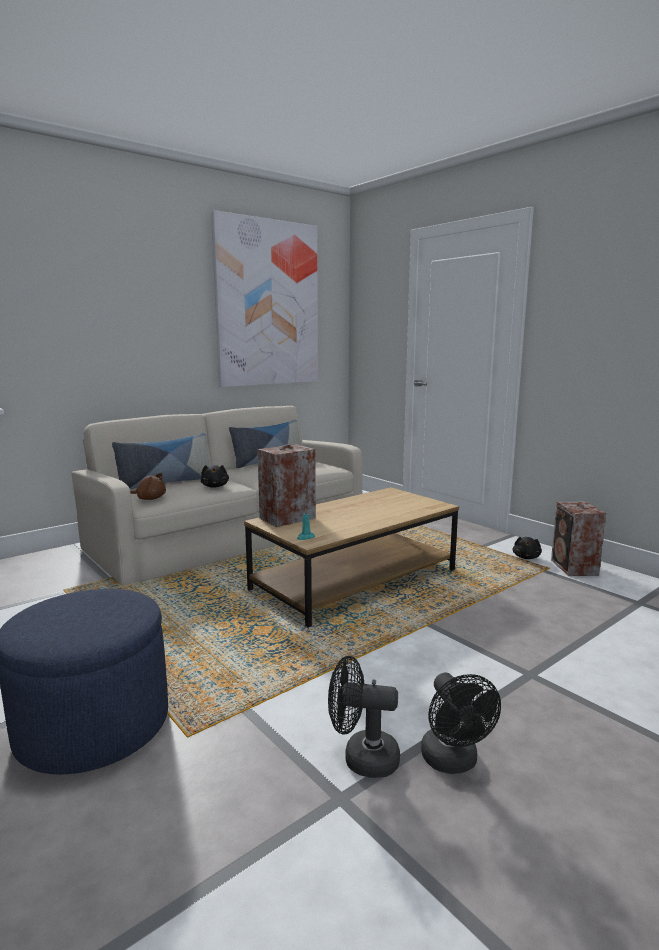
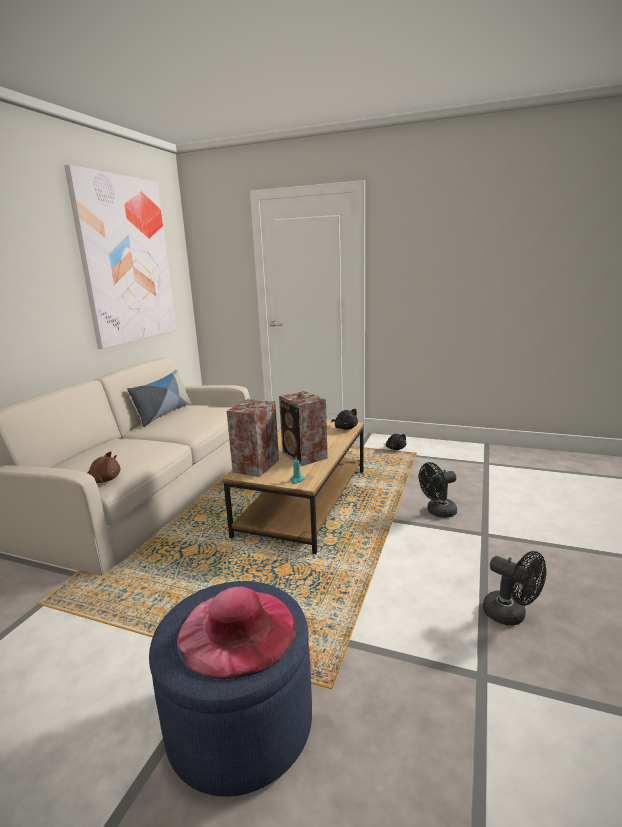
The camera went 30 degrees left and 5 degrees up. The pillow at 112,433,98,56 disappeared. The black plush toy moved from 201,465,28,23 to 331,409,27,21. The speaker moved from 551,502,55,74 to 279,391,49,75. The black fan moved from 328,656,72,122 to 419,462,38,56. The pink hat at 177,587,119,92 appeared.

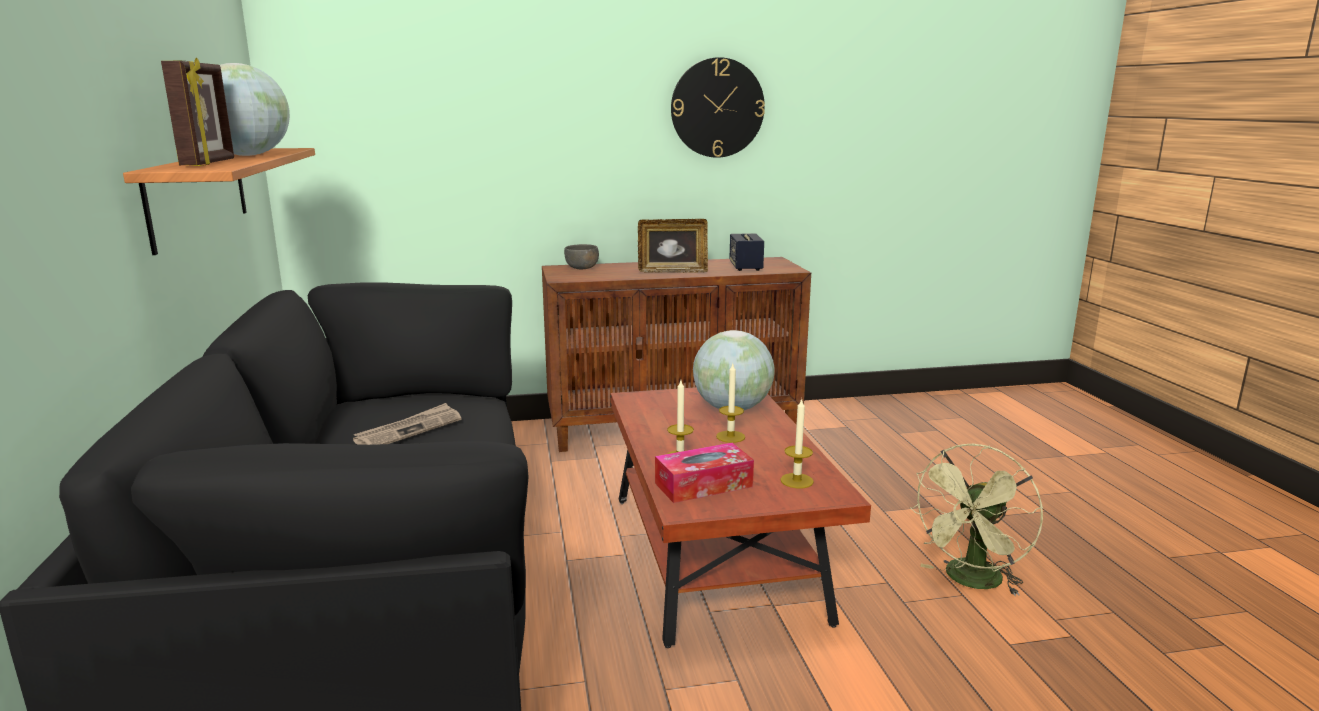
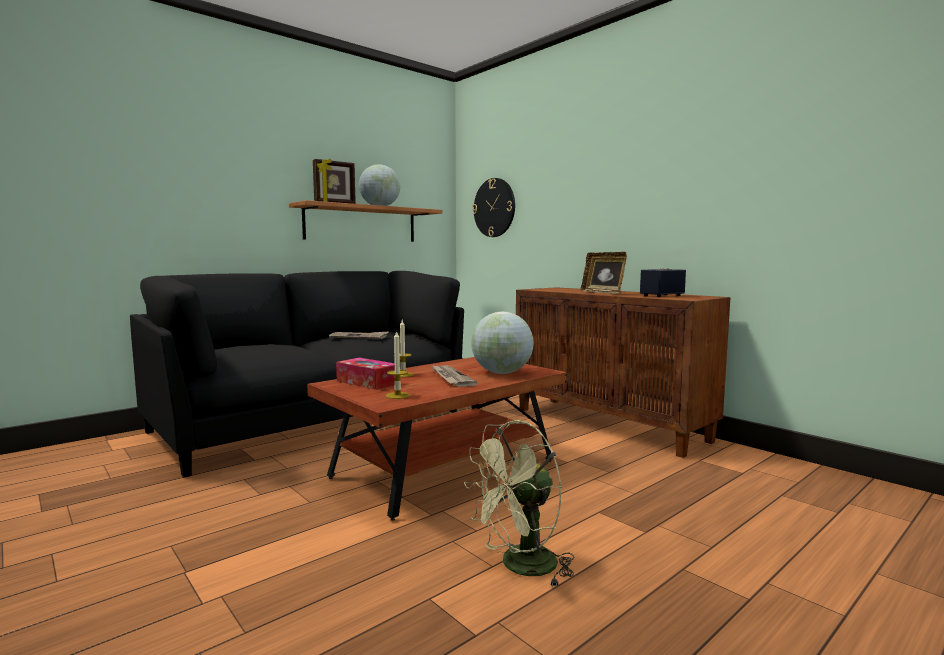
The camera went 60 degrees right and 10 degrees down. The wall clock moved from 671,57,94,101 to 472,178,43,59. The grey bowl at 564,244,35,25 disappeared. The candle at 716,364,29,79 was replaced by the newspaper at 432,365,46,22. The green fan at 909,444,134,152 turned 45 degrees counterclockwise.

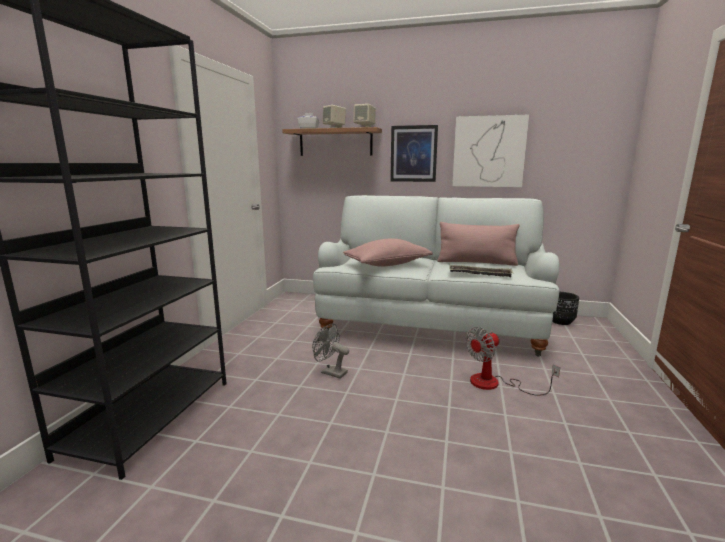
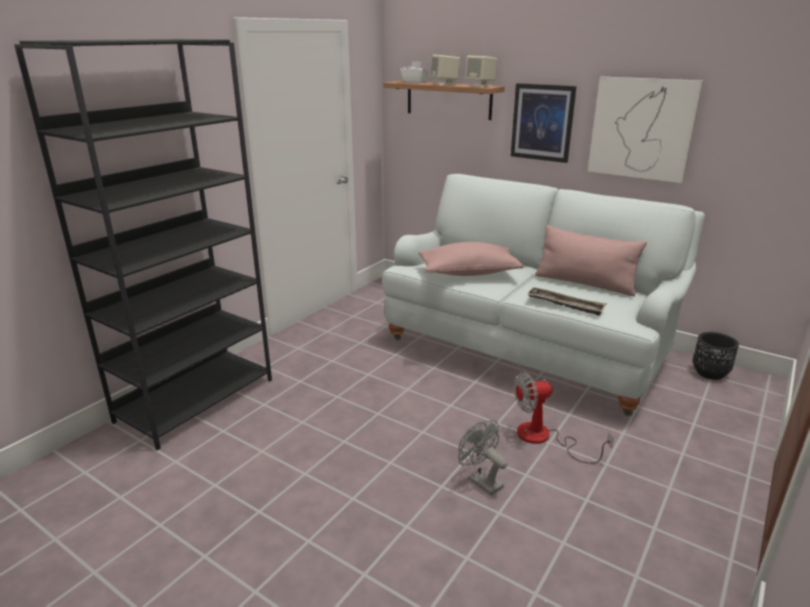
The camera went 20 degrees right and 10 degrees up. The grey fan moved from 312,323,37,56 to 459,420,49,76.

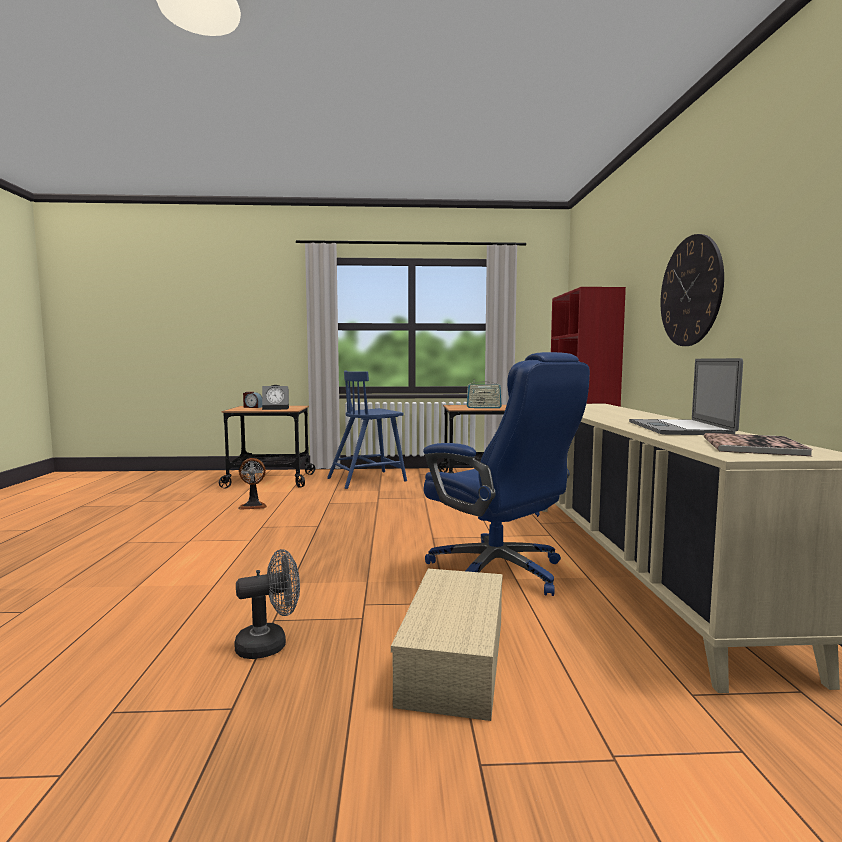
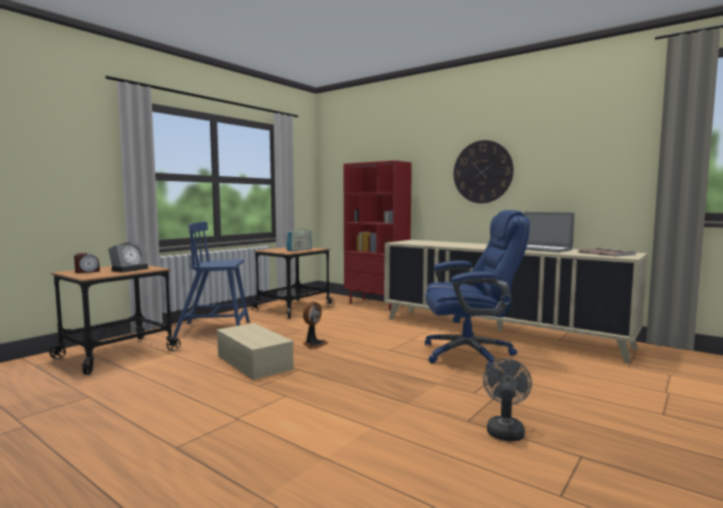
The camera went 50 degrees left and 0 degrees up. The blue chair at 327,371,80,118 turned 75 degrees clockwise. The fan moved from 238,458,29,52 to 303,301,25,48. The beige storage box moved from 391,569,112,152 to 216,323,78,57.

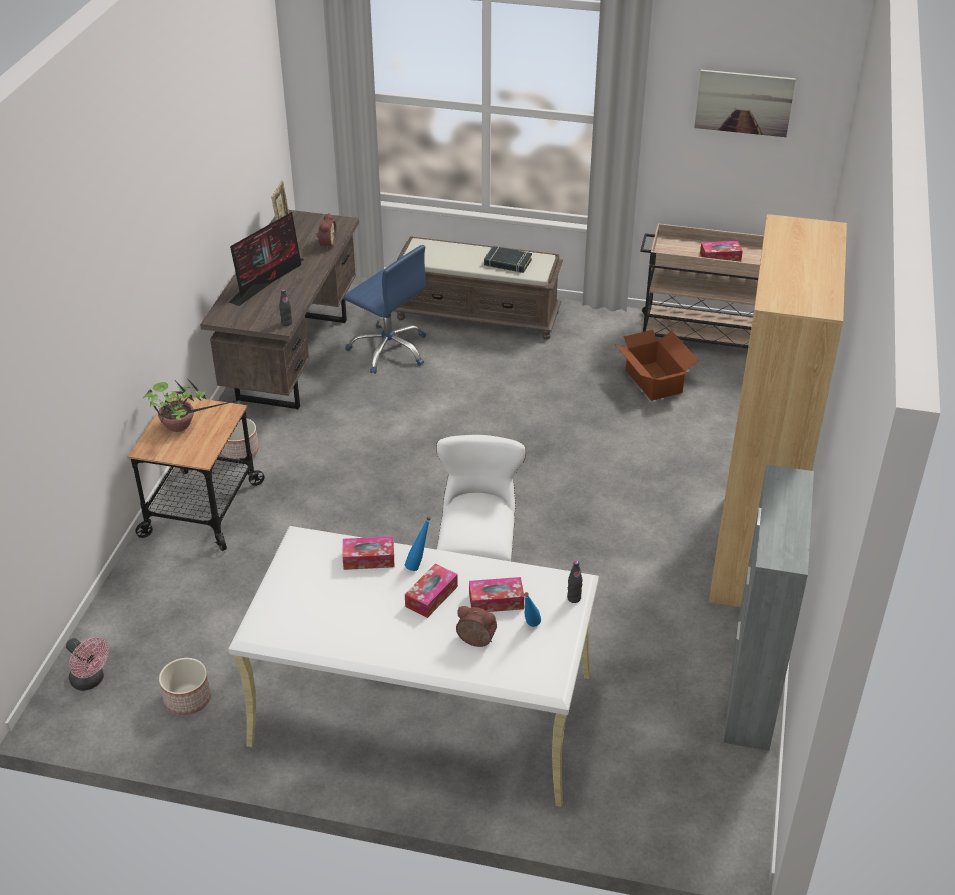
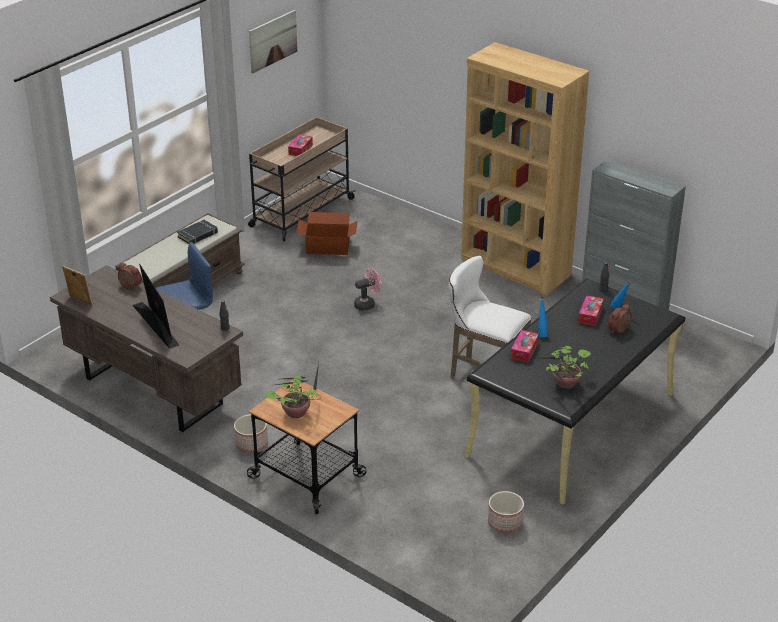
The camera went 65 degrees left and 5 degrees down. The white desk at 228,526,371,281 became the black desk at 465,278,220,226. The tissue box at 405,564,53,54 disappeared. The pink fan moved from 66,637,43,54 to 354,268,27,43. The potted plant at 534,346,58,52 appeared.

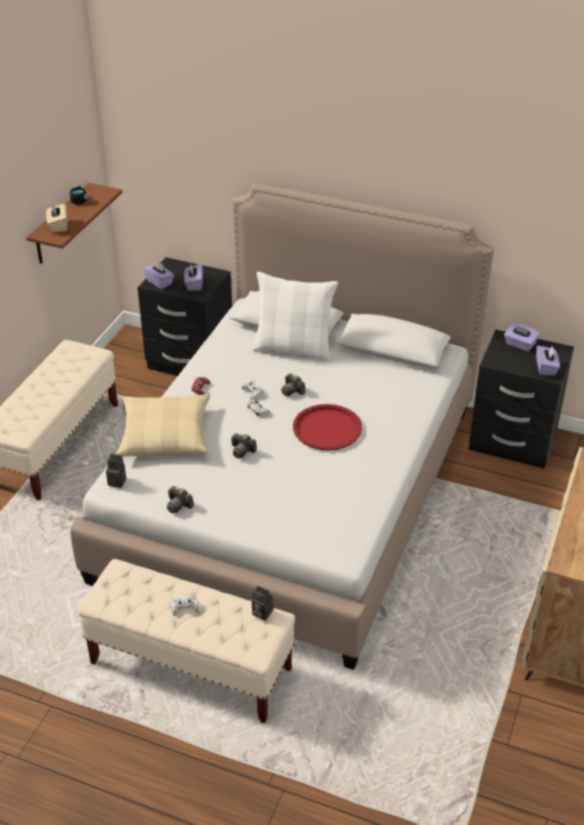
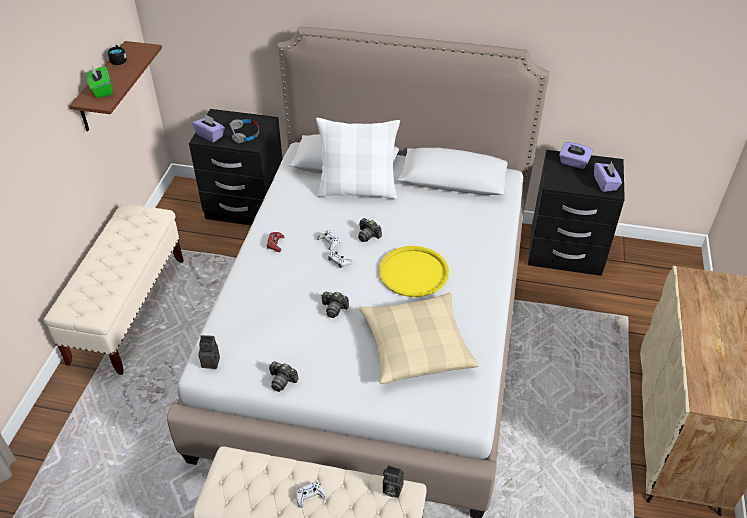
The camera went 10 degrees left and 5 degrees up. The beige tissue box at 46,202,21,31 became the green tissue box at 86,66,26,32. The purple tissue box at 184,263,19,28 was replaced by the grey headphones at 230,119,29,24. The beige pillow moved from 116,394,94,63 to 359,293,120,91. The red tray at 293,404,69,47 became the yellow tray at 379,246,70,51.

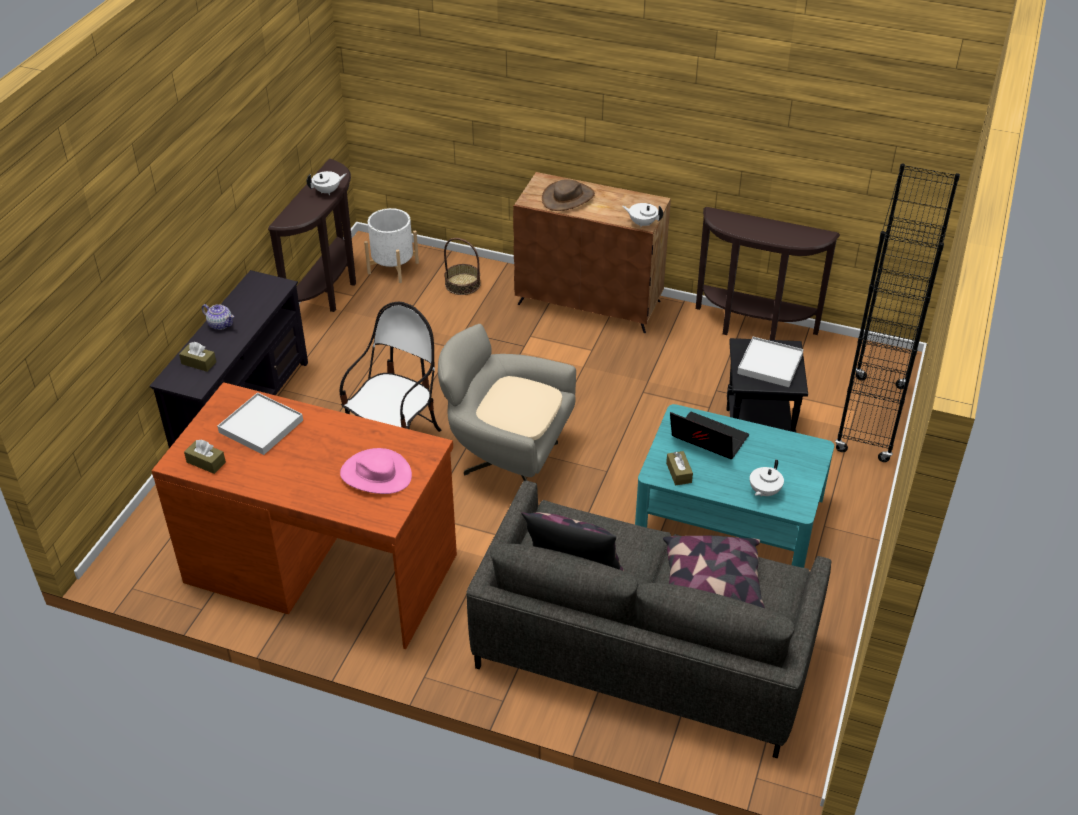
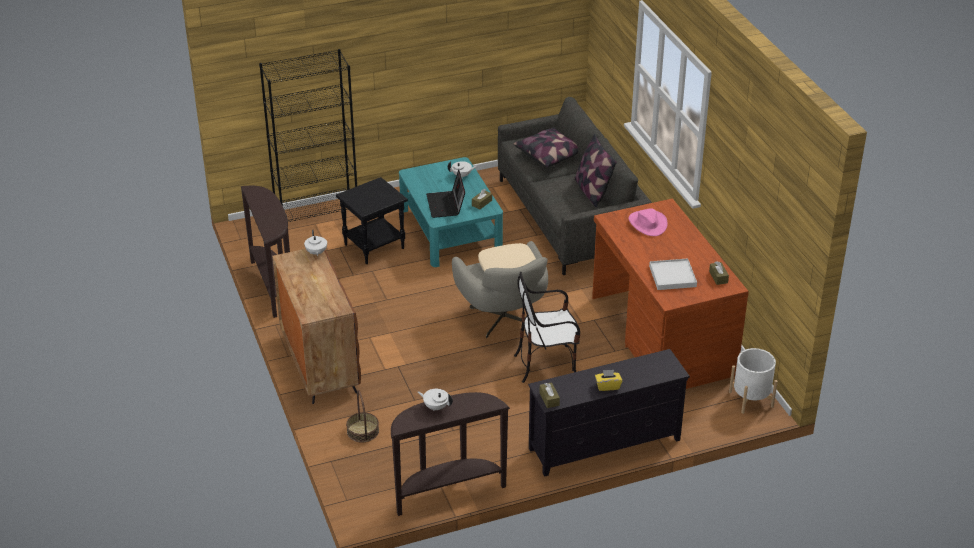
The camera went 130 degrees left and 5 degrees down. The brown hat at 542,179,53,32 disappeared. The white planter moved from 364,208,55,75 to 729,348,49,66. The teapot at 202,304,32,26 was replaced by the yellow tissue box at 595,370,27,21. The white tray at 737,337,67,50 disappeared. The brown tissue box moved from 179,342,37,30 to 539,382,21,26.

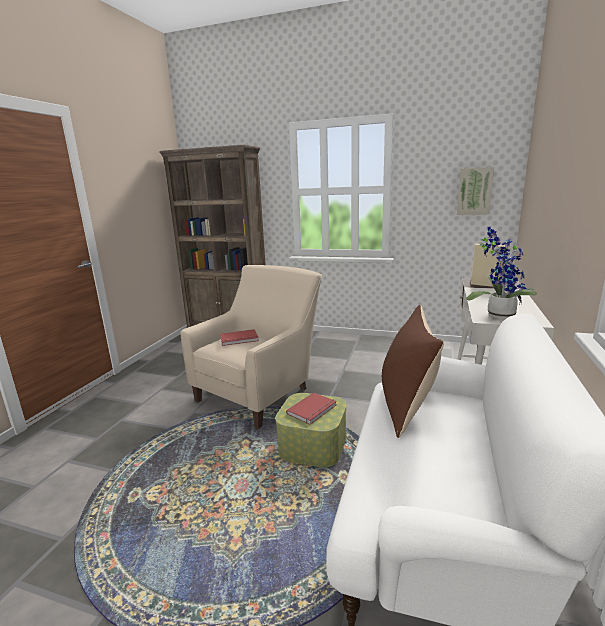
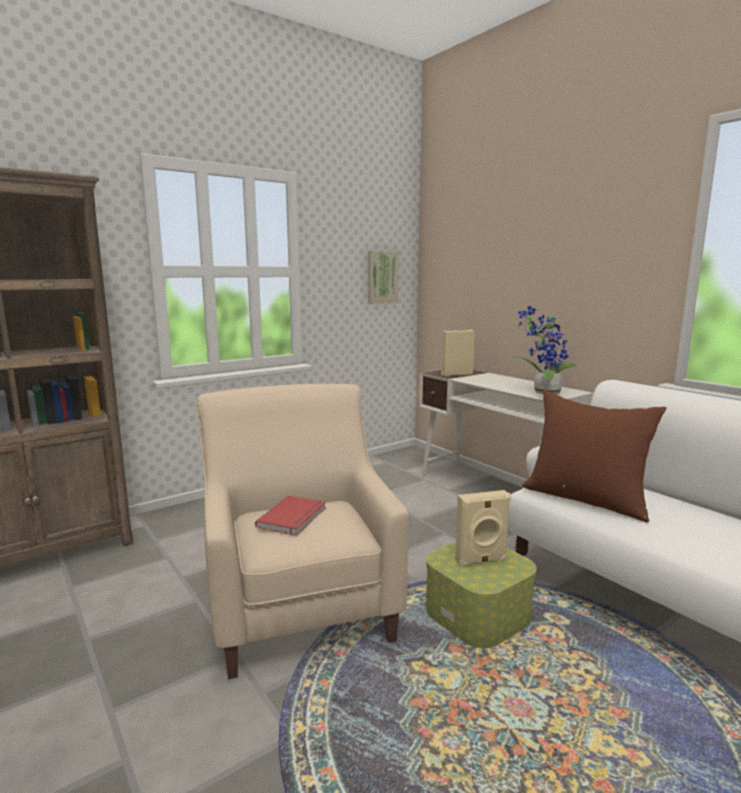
The camera went 55 degrees left and 5 degrees down. The red book at 286,392,51,33 was replaced by the beige speaker at 455,490,56,77.

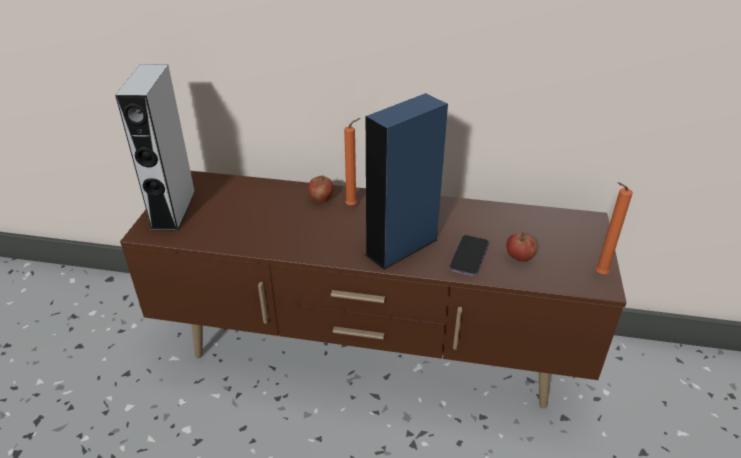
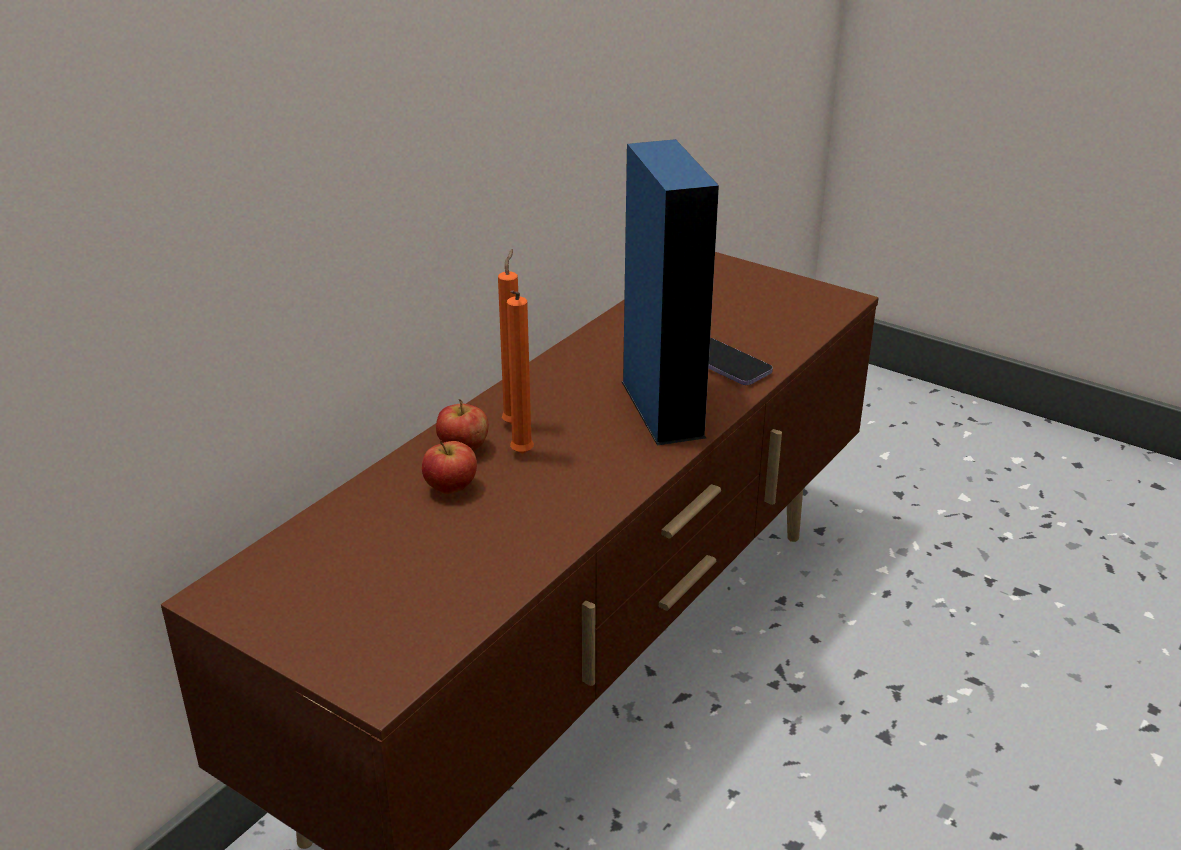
The camera went 65 degrees left and 5 degrees down. The grey speaker at 115,64,81,167 disappeared. The orange candle moved from 595,182,38,92 to 507,290,27,164. The apple moved from 506,232,31,30 to 422,441,55,53.

